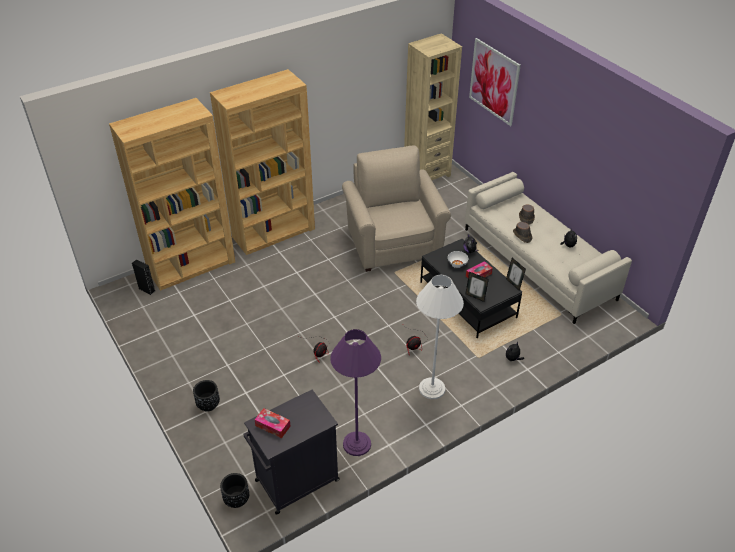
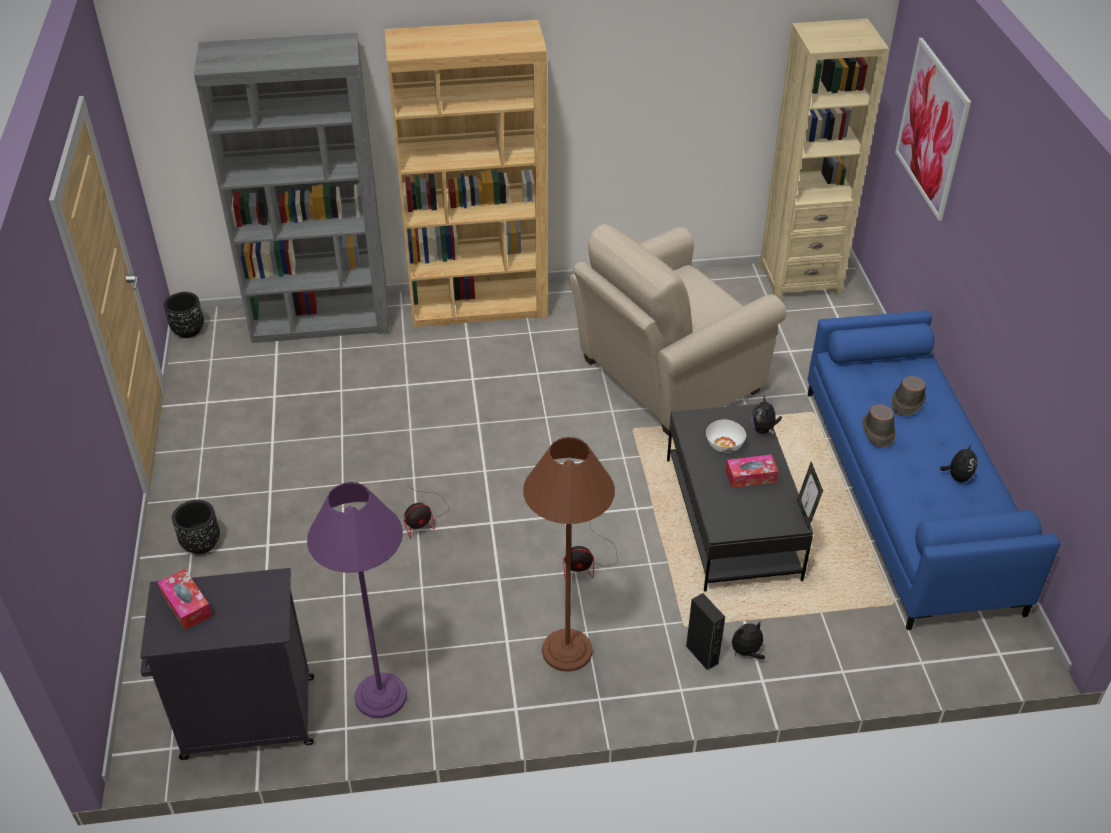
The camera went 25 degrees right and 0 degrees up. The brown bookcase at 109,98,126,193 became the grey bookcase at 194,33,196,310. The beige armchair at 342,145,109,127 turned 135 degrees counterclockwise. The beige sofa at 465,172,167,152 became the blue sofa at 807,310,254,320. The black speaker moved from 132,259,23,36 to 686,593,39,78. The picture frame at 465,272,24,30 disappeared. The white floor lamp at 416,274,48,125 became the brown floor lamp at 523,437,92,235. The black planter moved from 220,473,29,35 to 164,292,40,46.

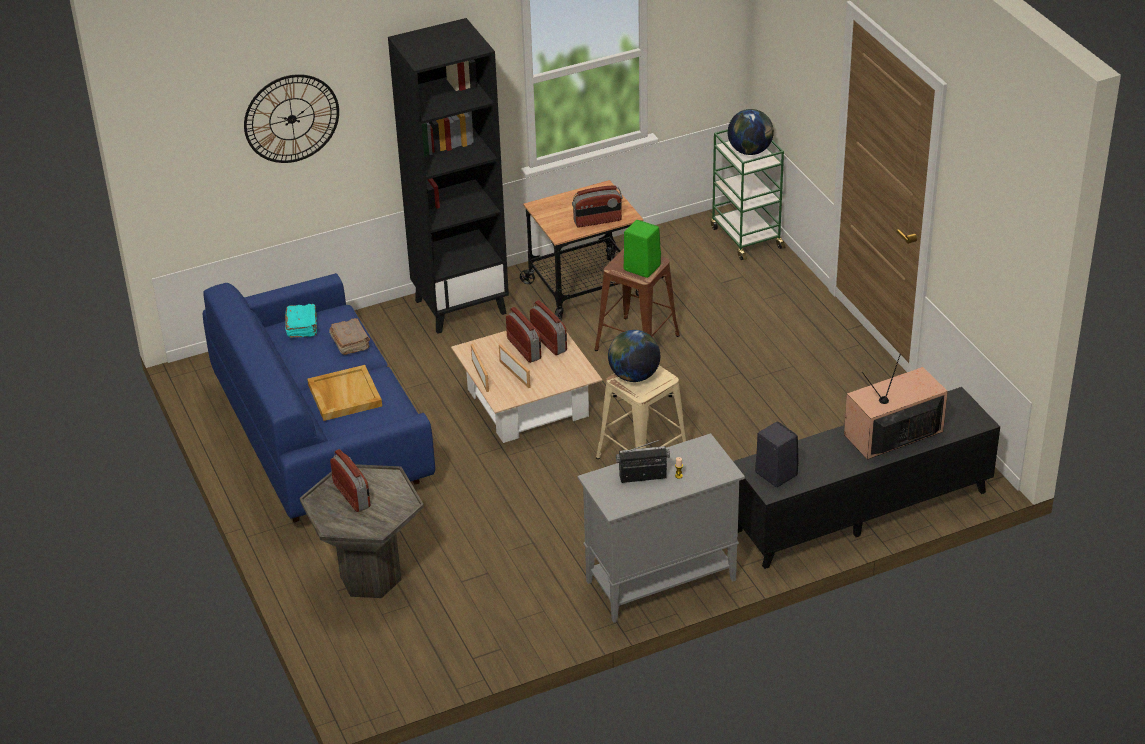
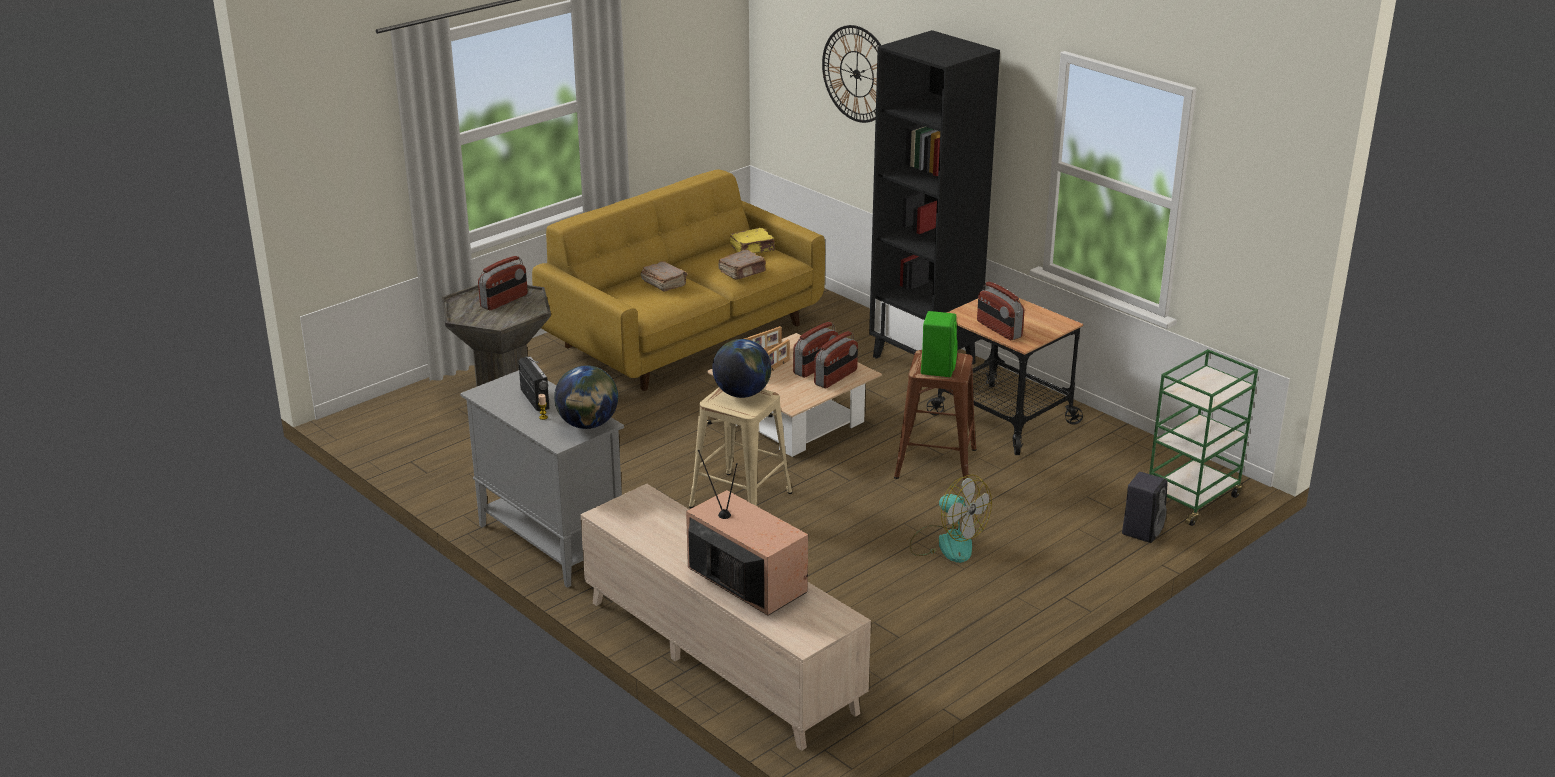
The camera went 70 degrees right and 10 degrees down. The globe moved from 728,109,46,46 to 554,365,64,64. The blue sofa at 203,273,232,249 became the yellow sofa at 532,170,293,221. The turquoise book at 285,304,32,34 became the yellow book at 730,228,45,25. The beige tray at 307,365,75,56 was replaced by the brown book at 641,261,47,31. The black tv stand at 733,387,267,182 became the beige tv stand at 580,484,291,267. The black speaker moved from 755,422,44,65 to 1122,472,46,71. The fan at 910,475,82,88 appeared.

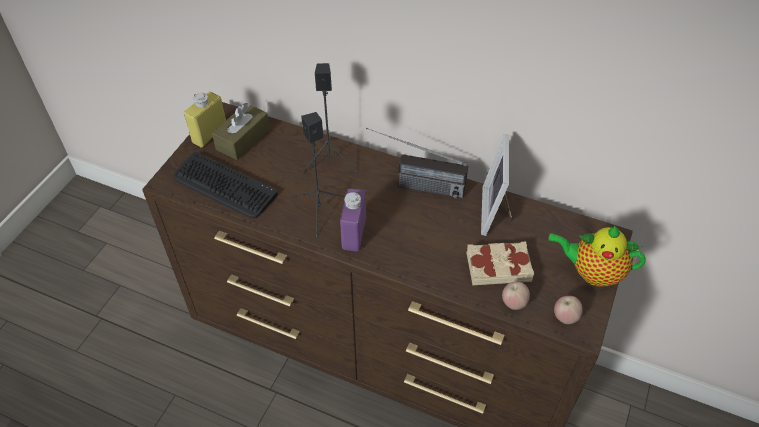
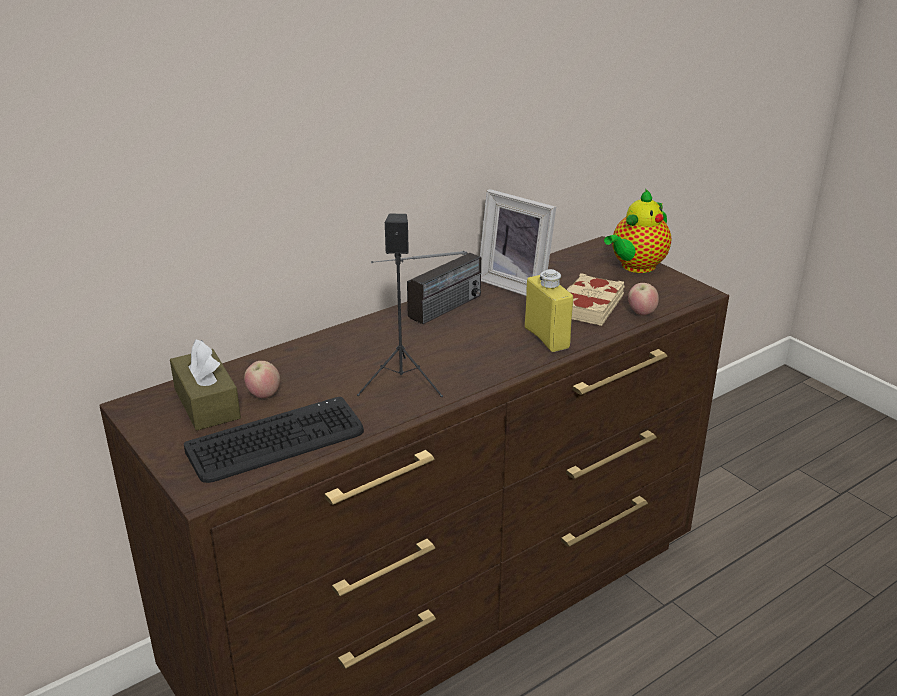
The camera went 60 degrees left and 20 degrees down. The black speaker at 301,63,57,111 disappeared. The yellow bottle moved from 184,92,42,56 to 525,269,48,83. The purple bottle at 340,189,26,62 disappeared. The apple moved from 554,296,29,28 to 244,361,36,37.

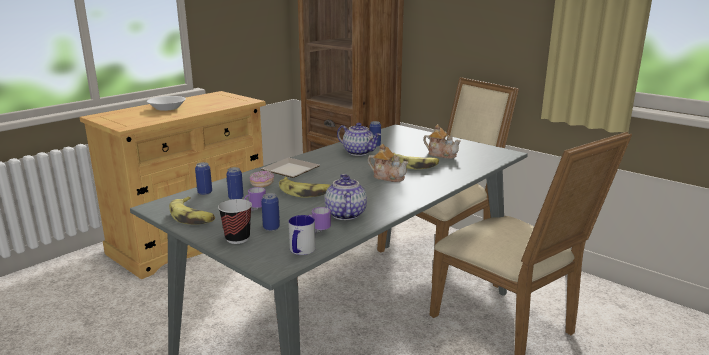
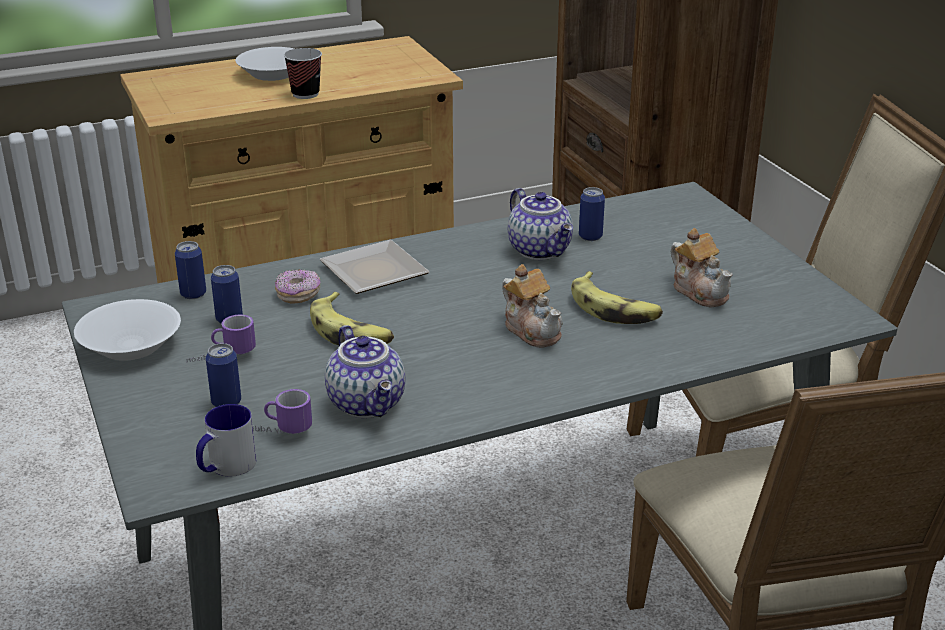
The camera went 25 degrees right and 10 degrees up. The teapot at 325,174,42,46 turned 135 degrees clockwise. The banana at 169,197,46,28 was replaced by the white bowl at 74,299,107,62. The cup moved from 218,199,34,45 to 284,48,38,51.

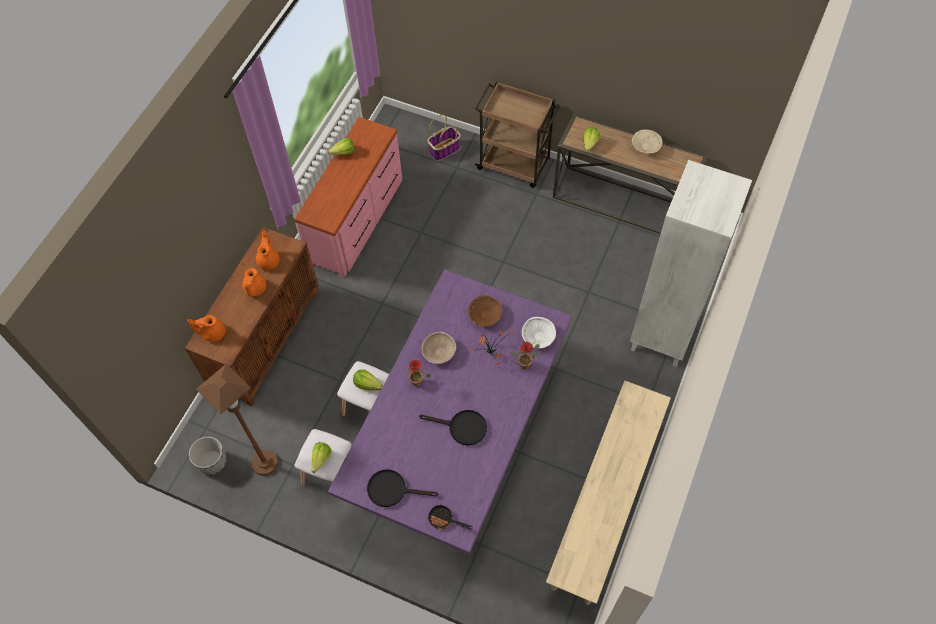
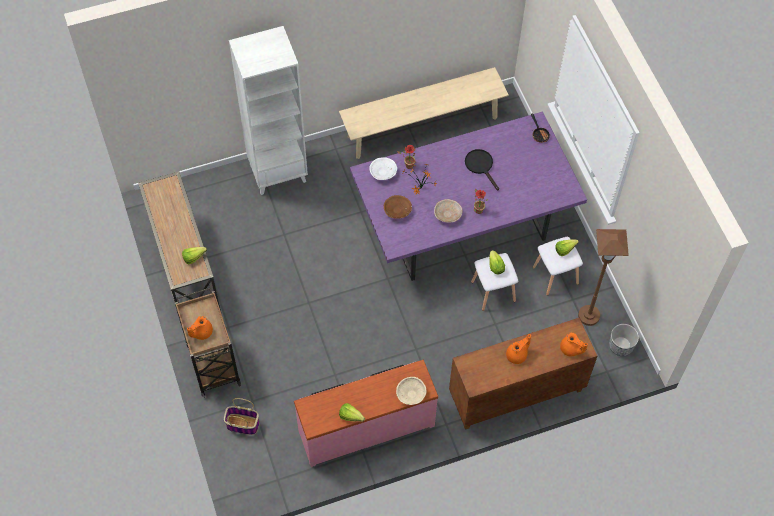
The camera went 135 degrees left and 0 degrees up. The beige bowl moved from 632,129,30,24 to 396,377,31,28. The orange teapot moved from 256,230,24,41 to 187,316,26,24. The black frying pan at 367,469,71,38 disappeared.

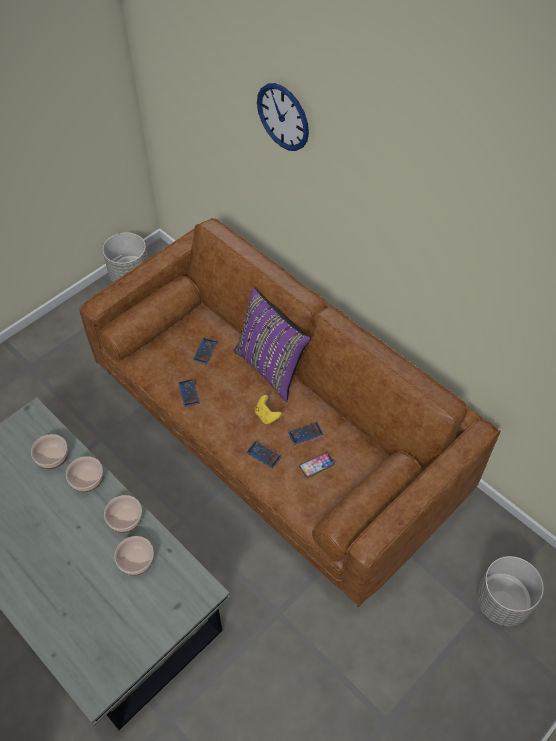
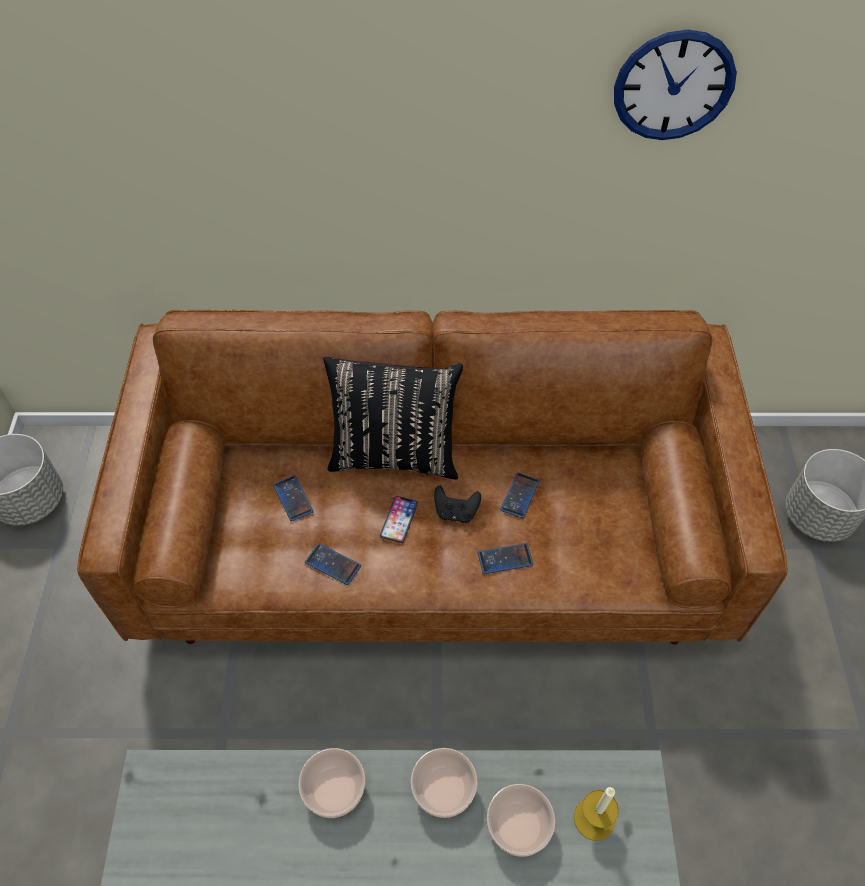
The camera went 45 degrees left and 0 degrees up. The wall clock moved from 257,83,52,68 to 614,29,123,111. The purple pillow at 233,288,78,114 became the black pillow at 323,356,140,124. The yellow game controller at 255,395,27,29 became the black game controller at 434,486,47,37. The bowl at 31,434,37,35 disappeared. The phone moved from 299,452,36,26 to 380,496,38,47. The candle at 574,787,45,54 appeared.

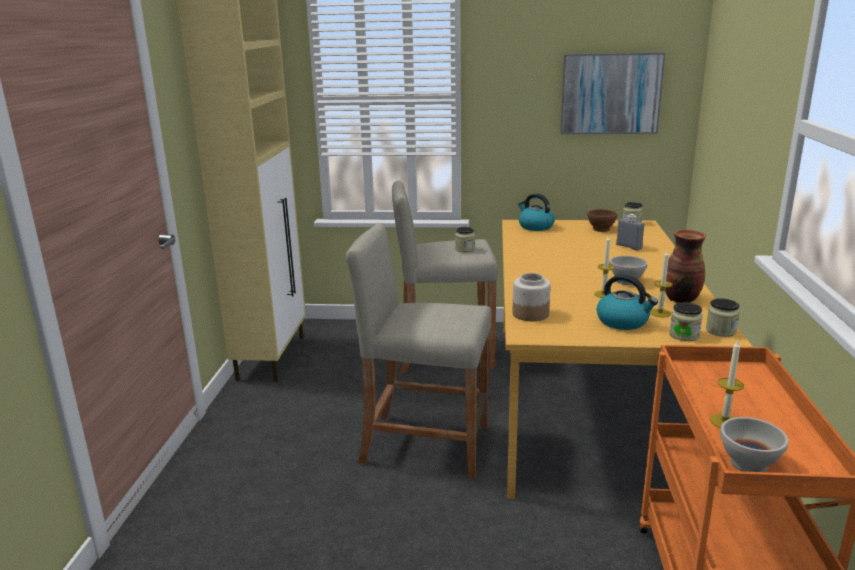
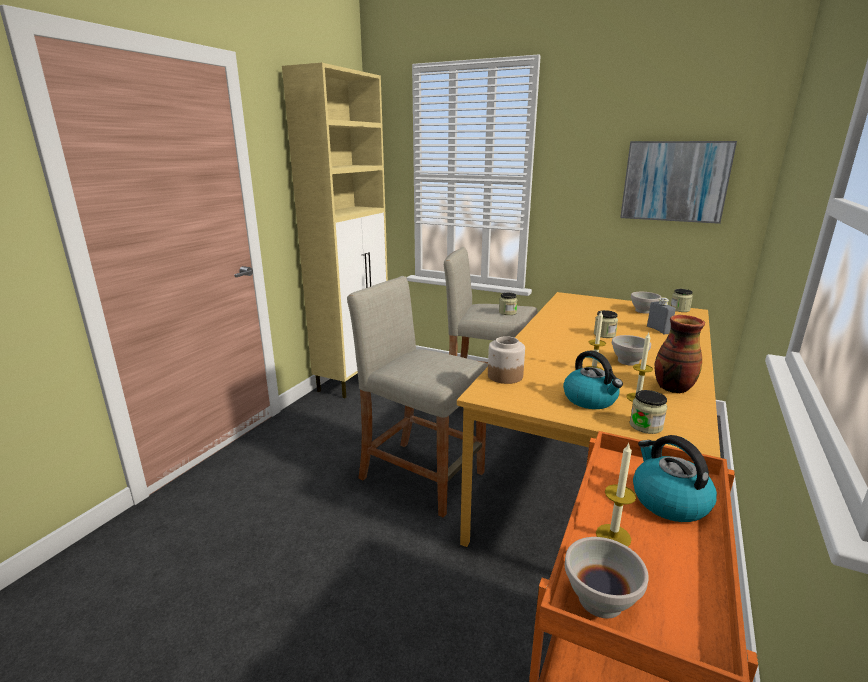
The camera went 20 degrees right and 0 degrees up. The kettle moved from 518,193,37,38 to 633,435,84,87. The brown bowl at 587,209,31,23 became the white bowl at 631,292,30,22. The jar moved from 706,298,34,39 to 594,310,24,28.

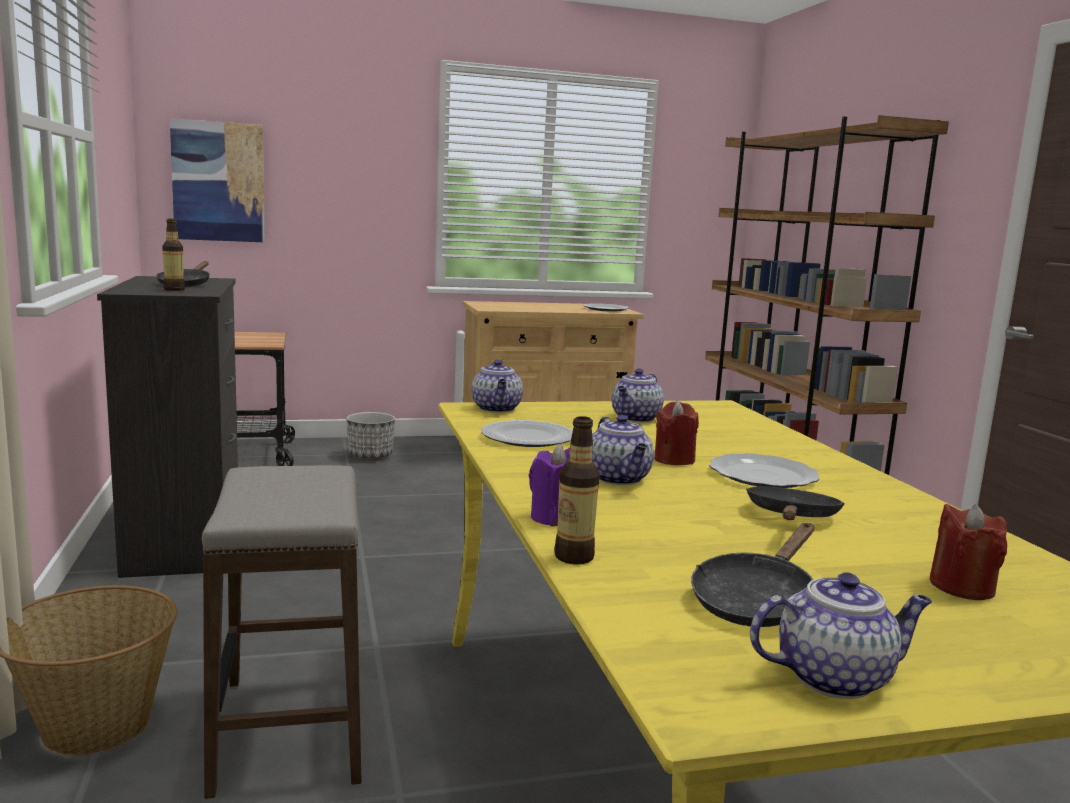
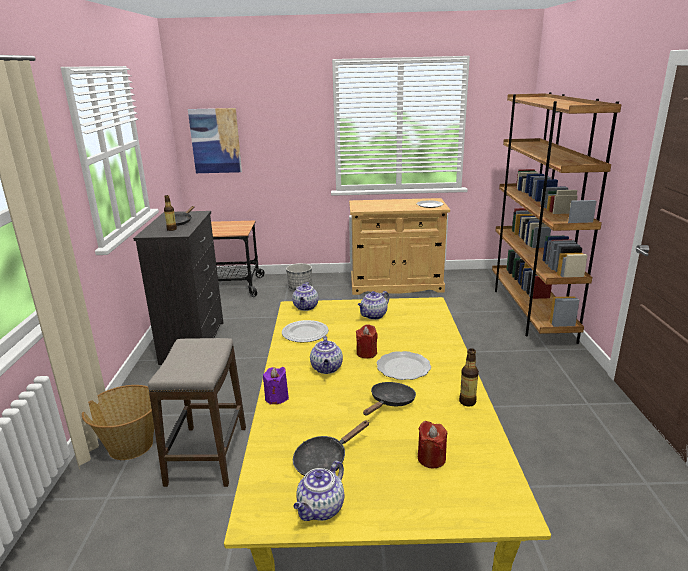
The camera went 15 degrees right and 10 degrees up. The bottle moved from 554,416,46,148 to 459,348,20,58. The teapot at 750,573,183,126 turned 120 degrees clockwise.

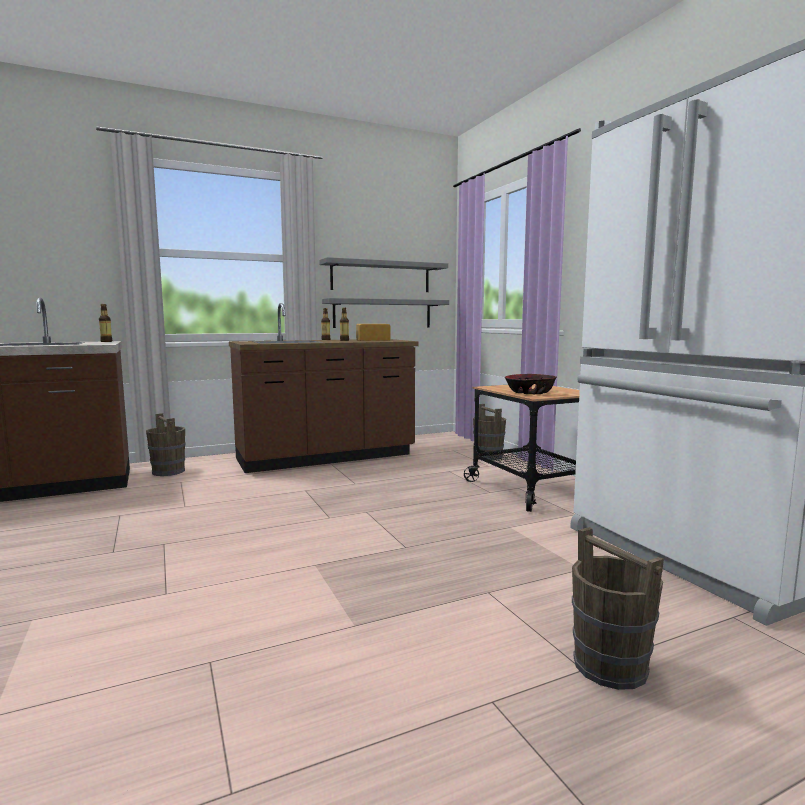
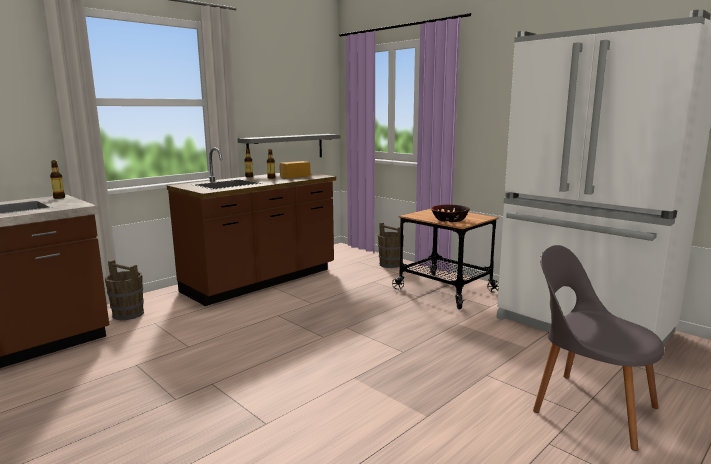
The camera went 20 degrees left and 5 degrees up. The grey shelf at 319,257,129,35 disappeared. The brown bucket at 572,527,92,163 was replaced by the grey chair at 533,245,132,206.

